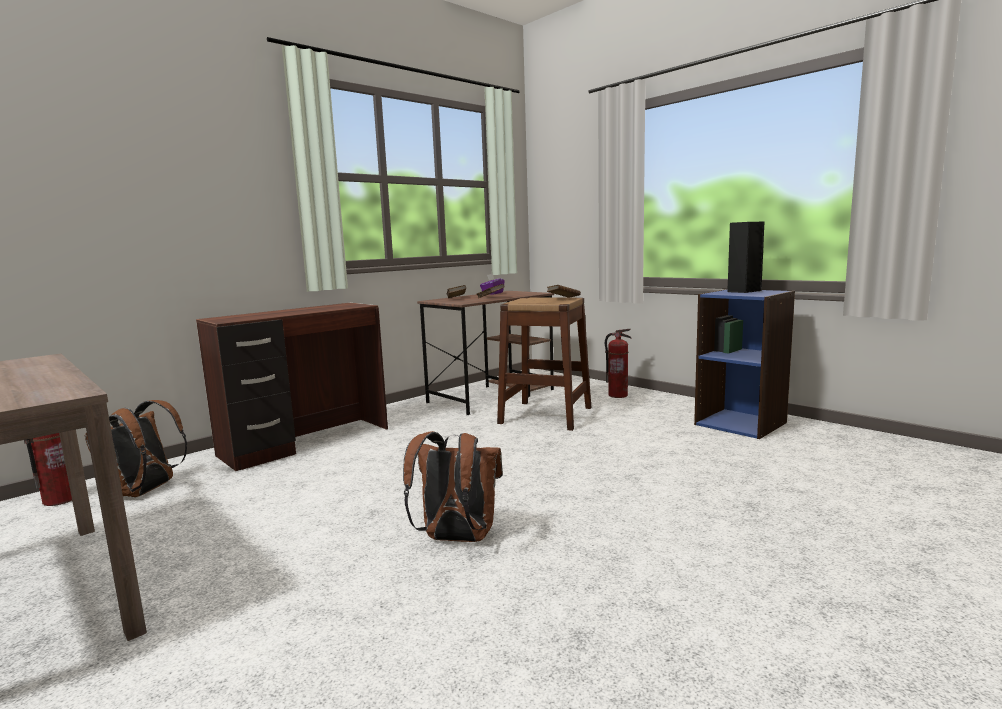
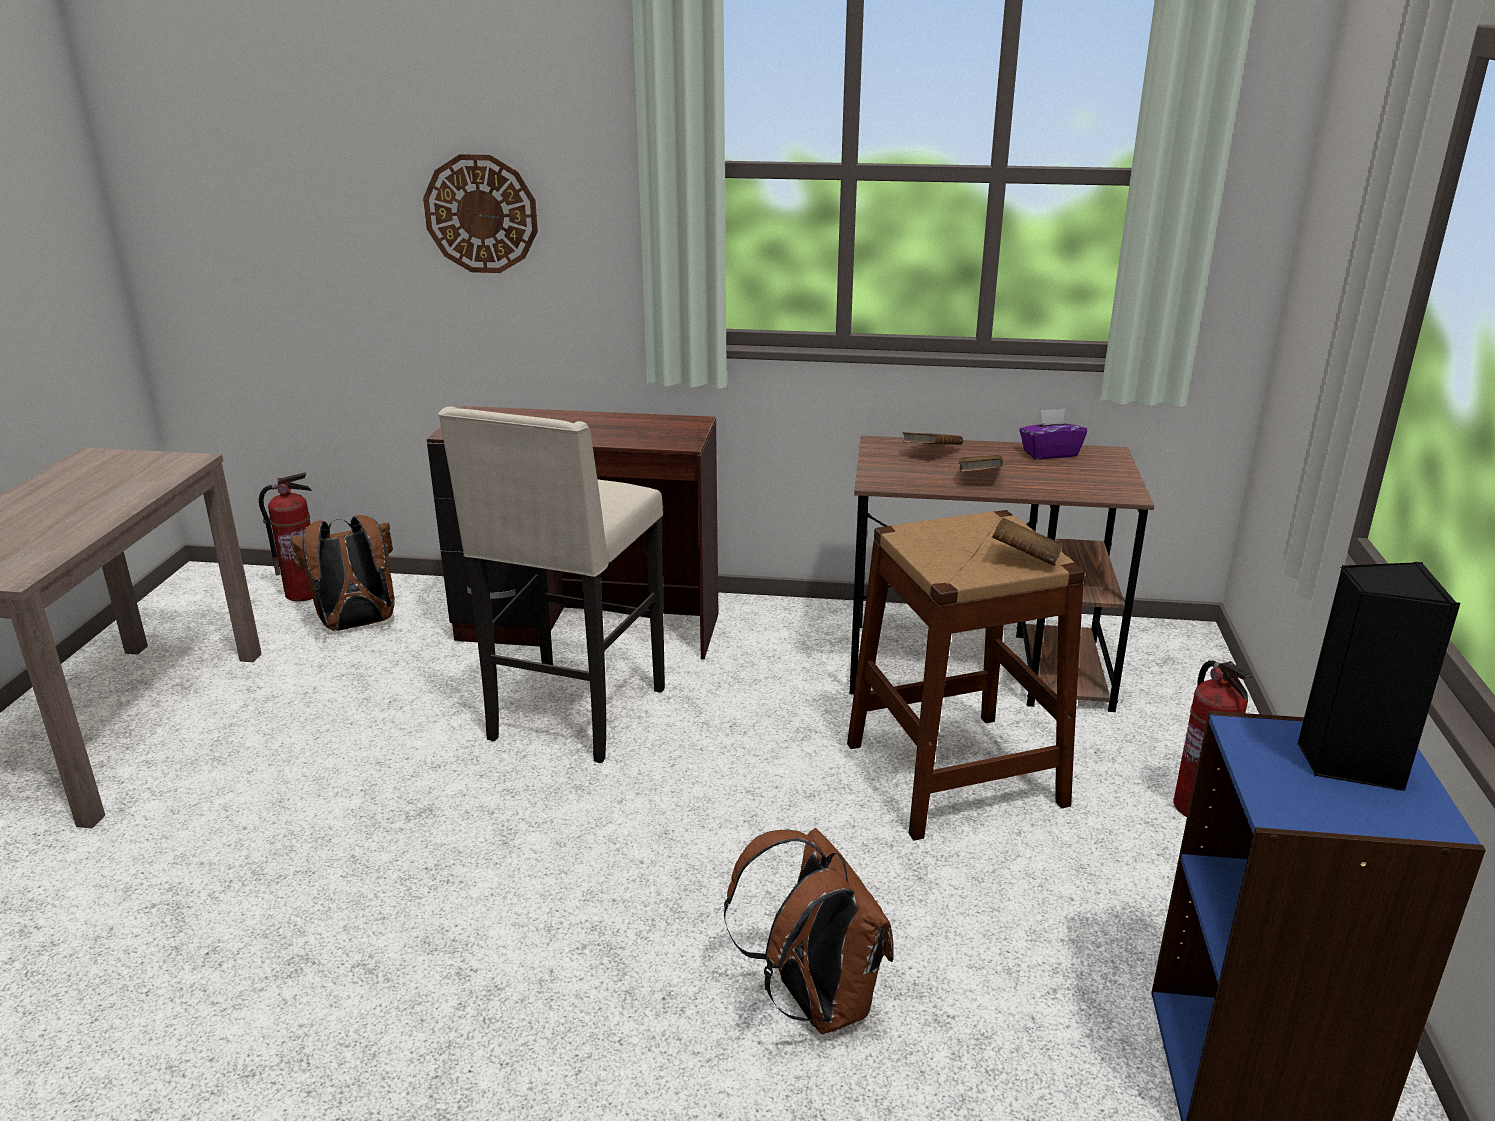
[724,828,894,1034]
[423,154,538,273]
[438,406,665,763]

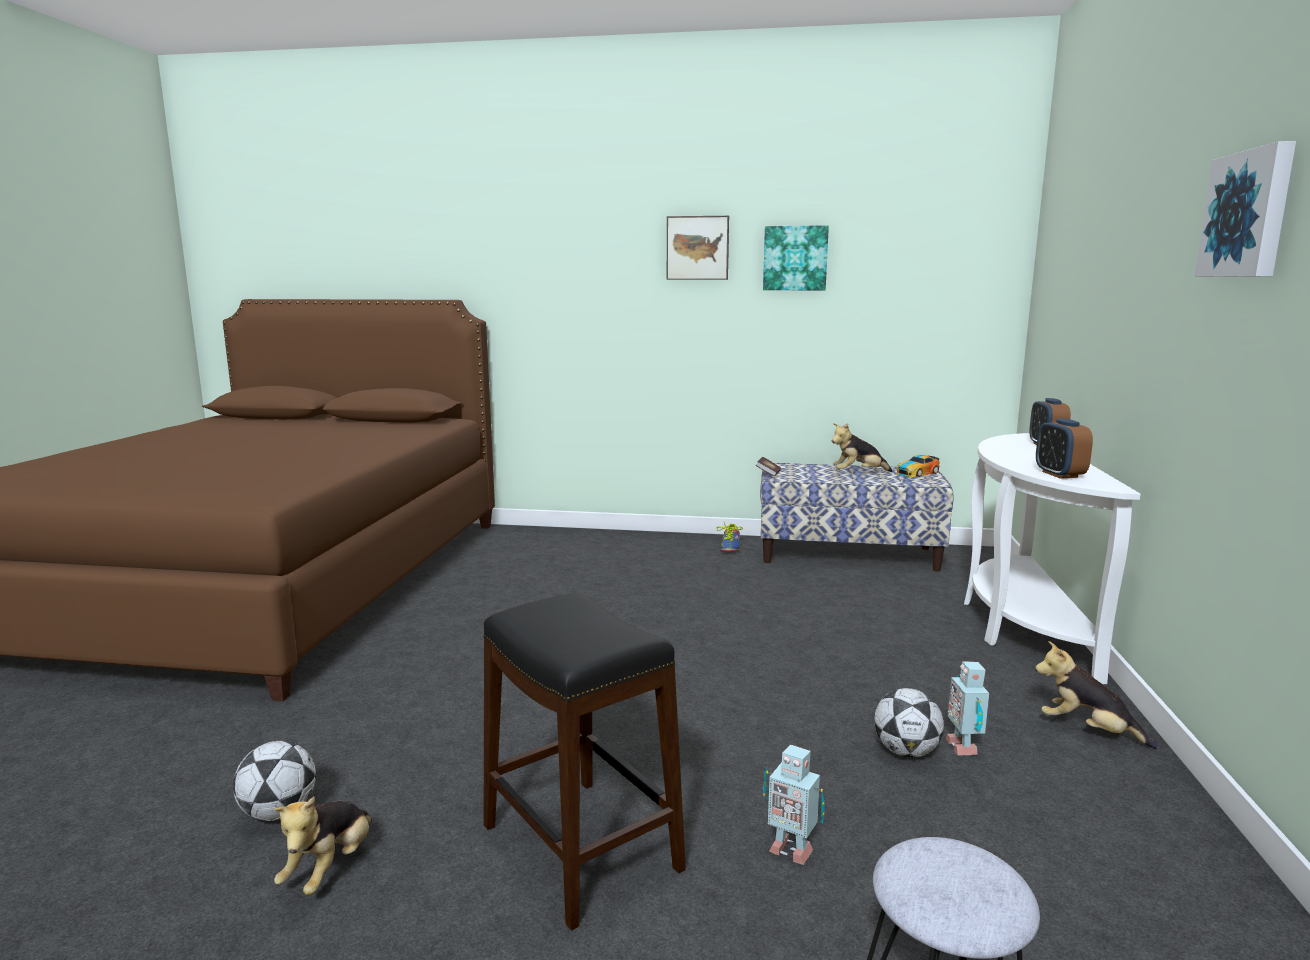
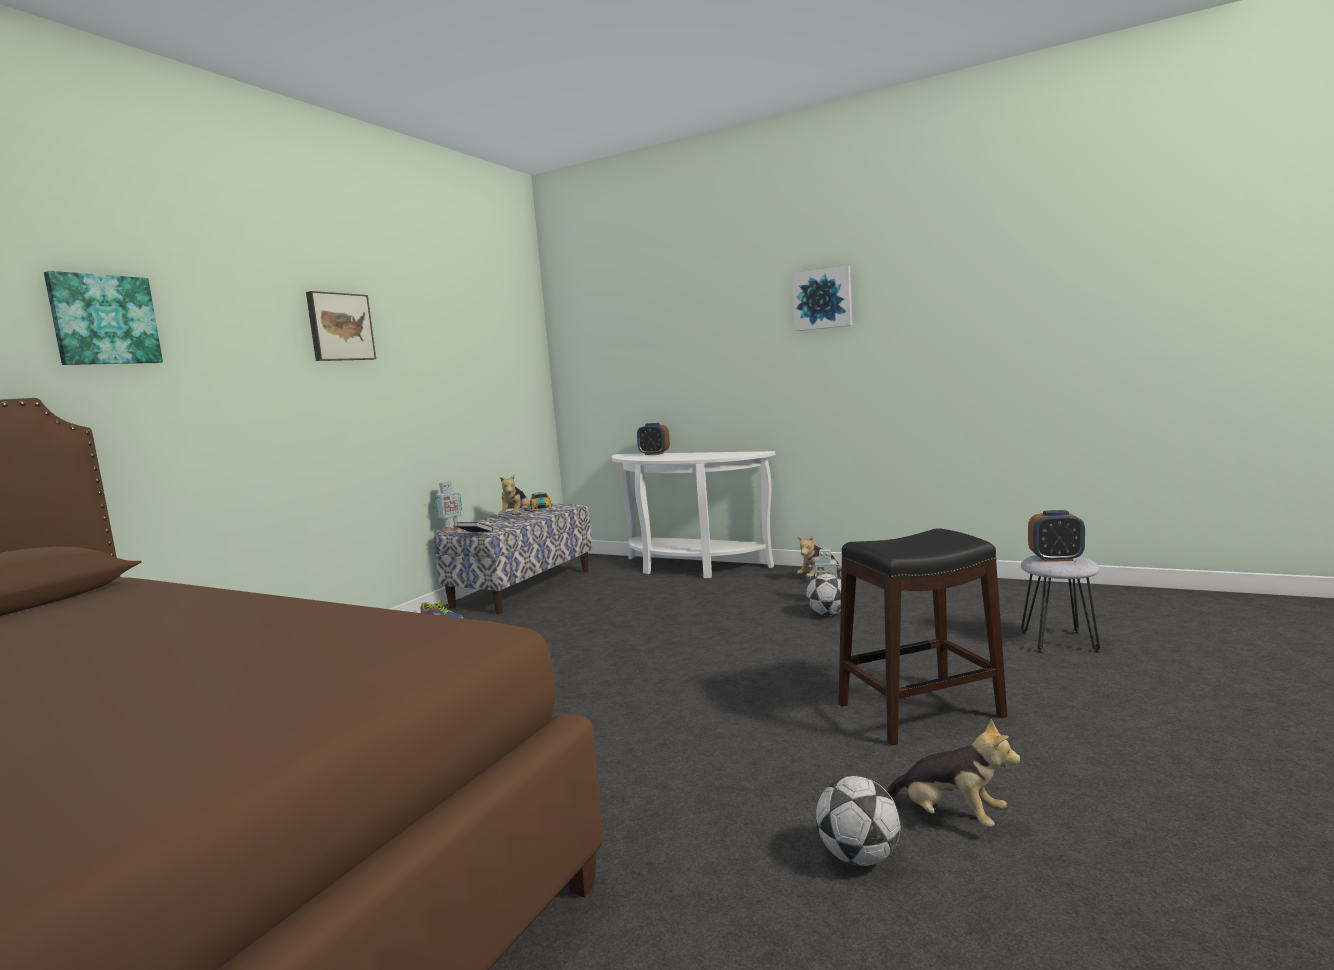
[44,271,163,365]
[1028,510,1085,562]
[433,482,462,532]

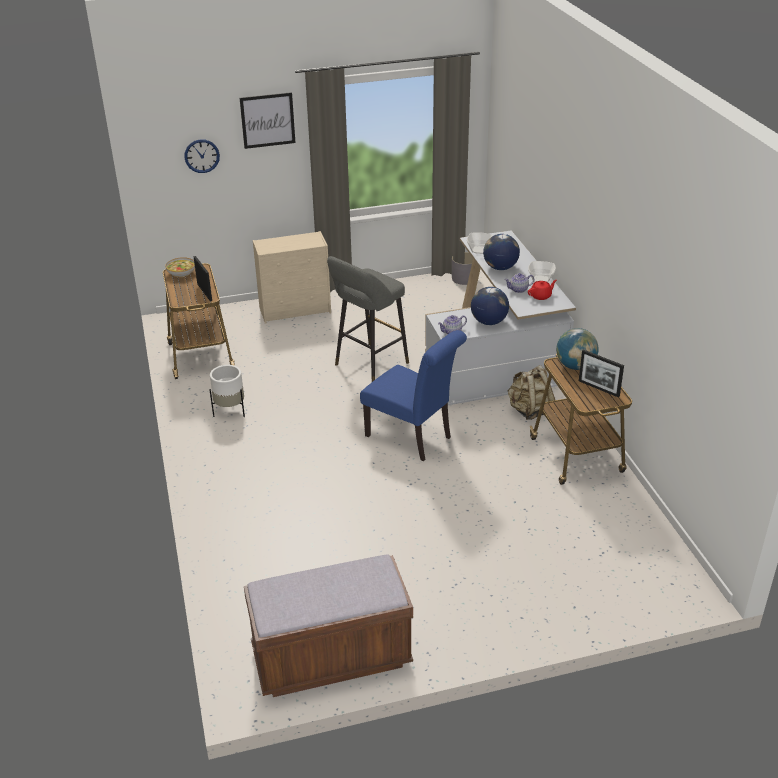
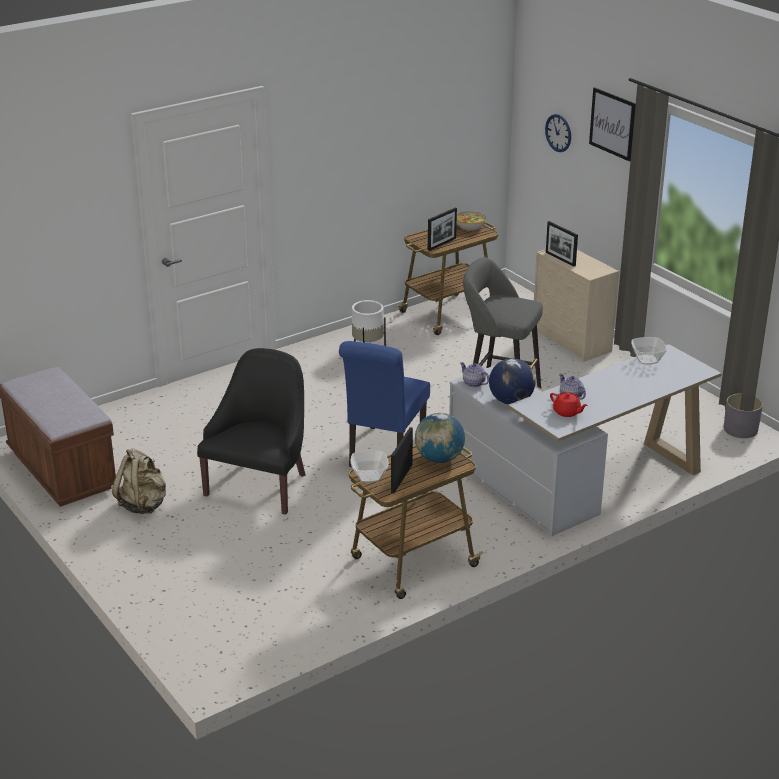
[483,234,520,270] (first image)
[351,450,389,483]
[112,448,166,514]
[546,221,578,266]
[197,348,305,515]

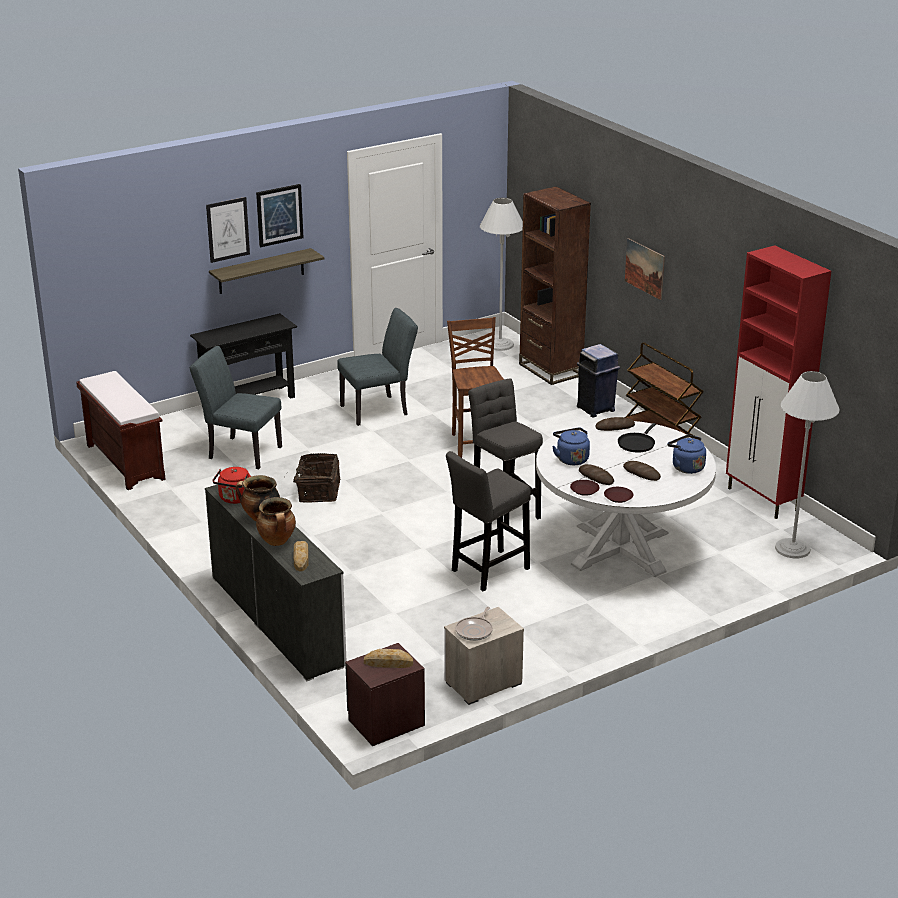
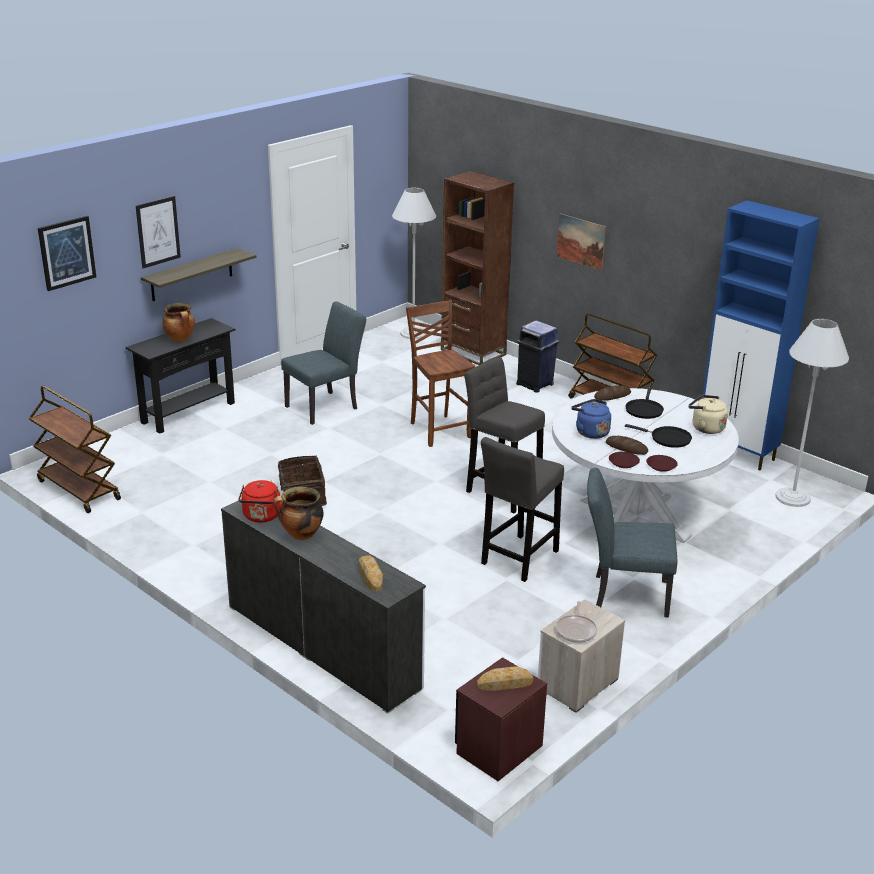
[38,216,96,291]
[702,200,820,470]
[587,468,678,618]
[29,385,121,513]
[688,395,728,434]
[625,424,692,448]
[162,303,195,342]

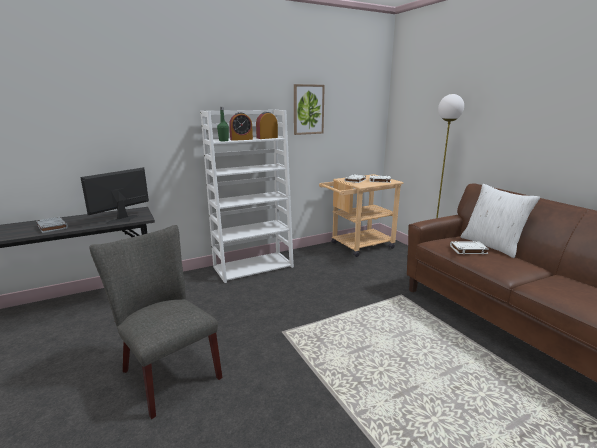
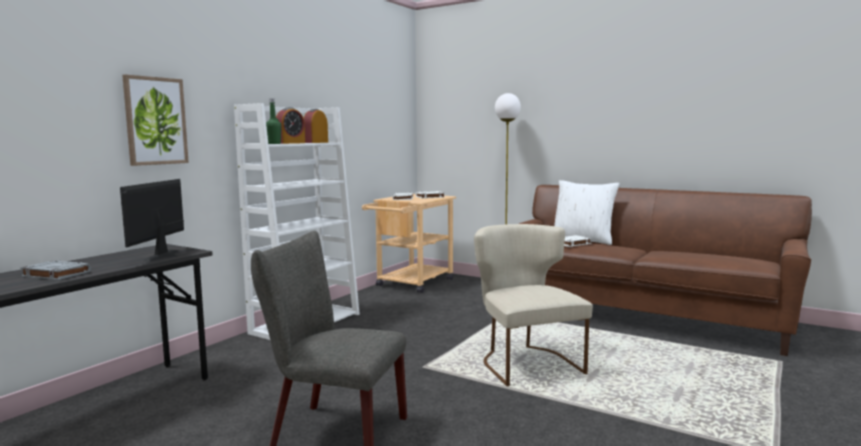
[122,74,189,166]
[474,224,593,386]

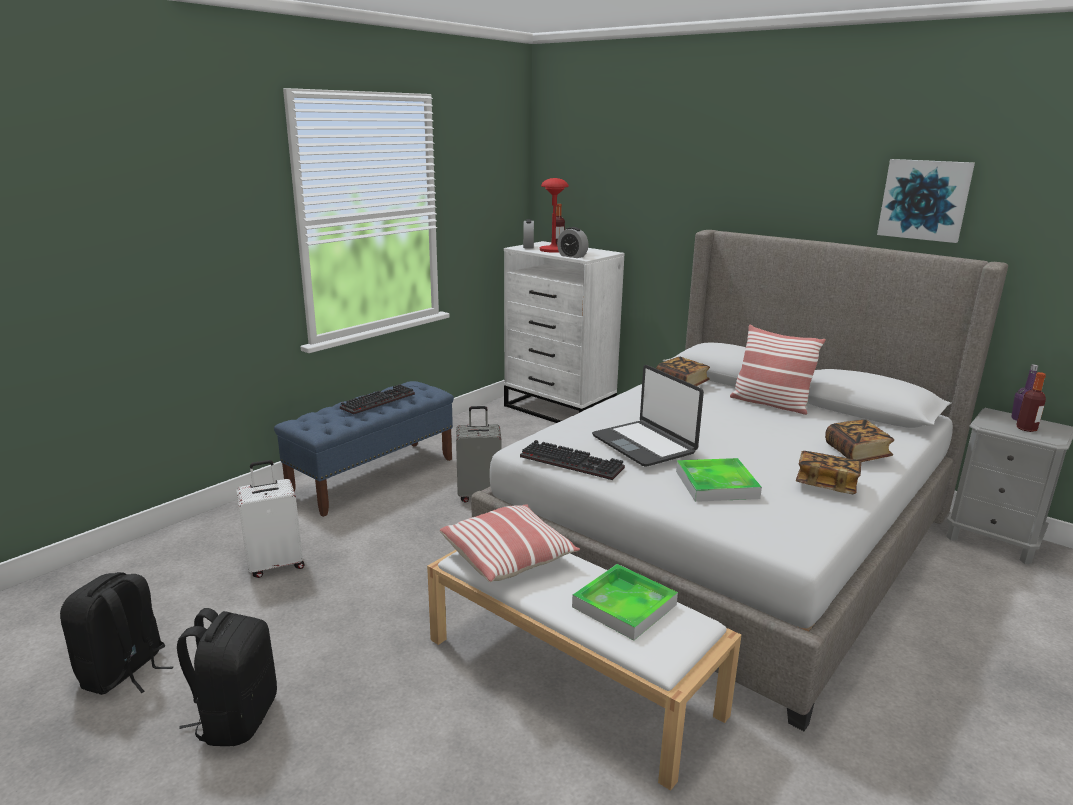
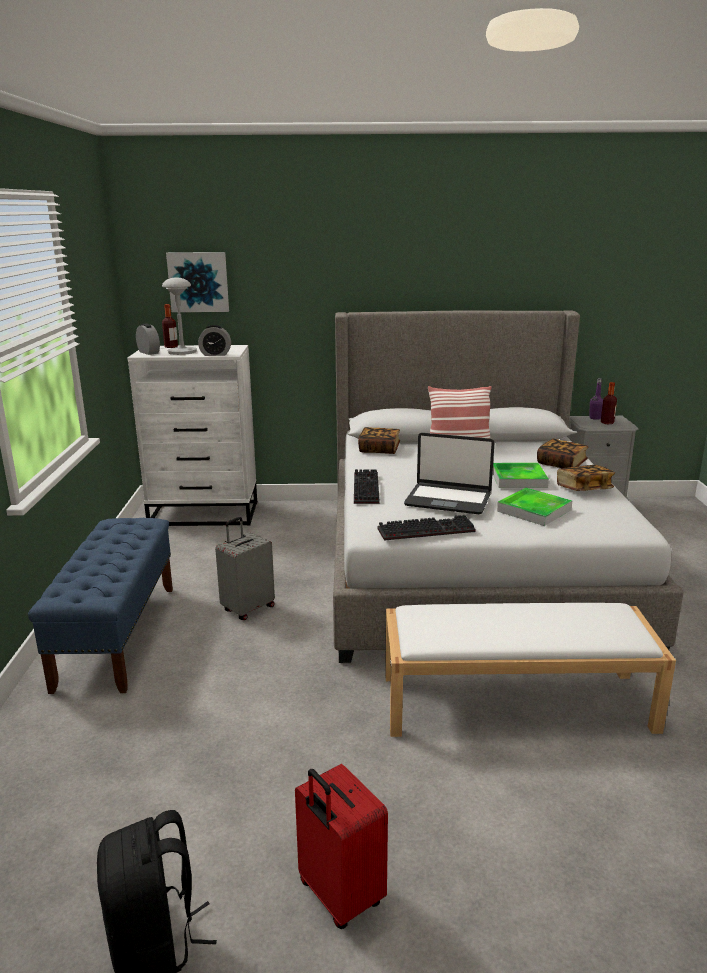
[166,252,229,312]
[162,277,197,355]
[354,469,380,504]
[236,460,305,578] (first image)
[440,504,580,582] (first image)
[492,463,549,488]
[295,764,388,929]

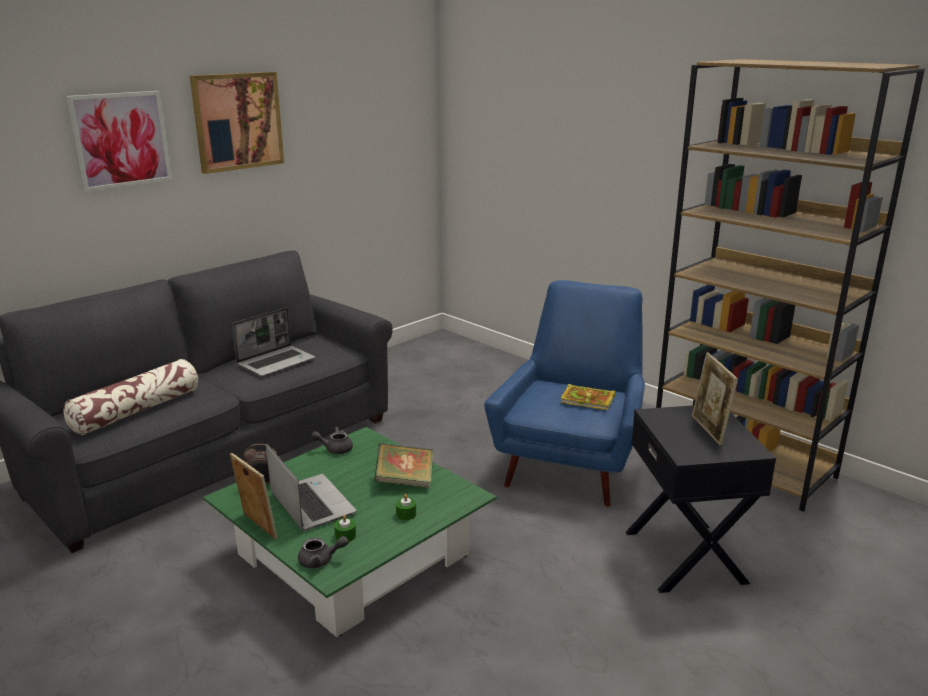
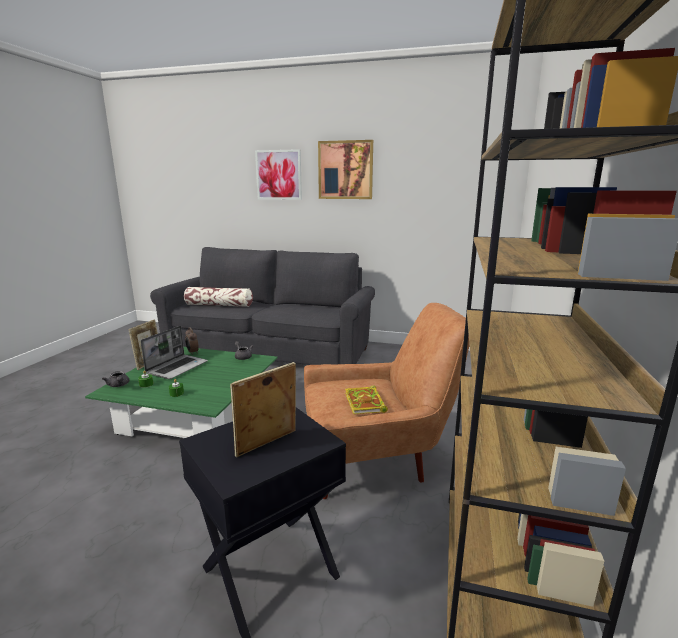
[304,303,469,499]
[232,308,316,376] (first image)
[374,443,433,488] (first image)

